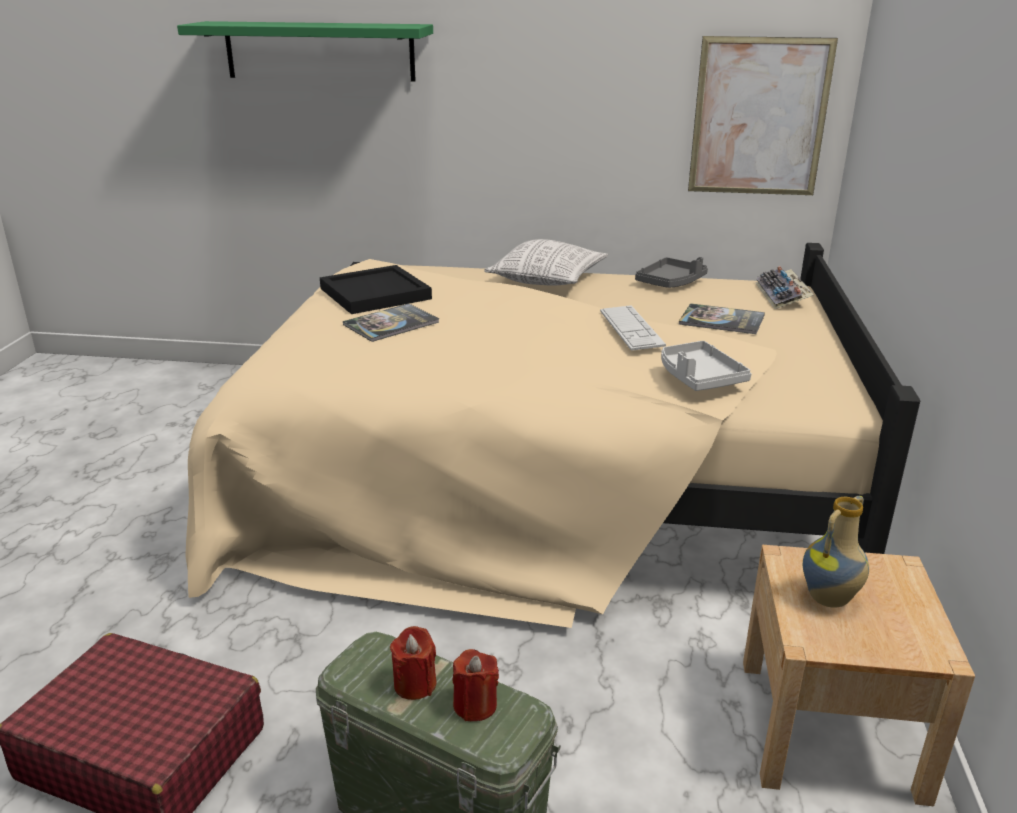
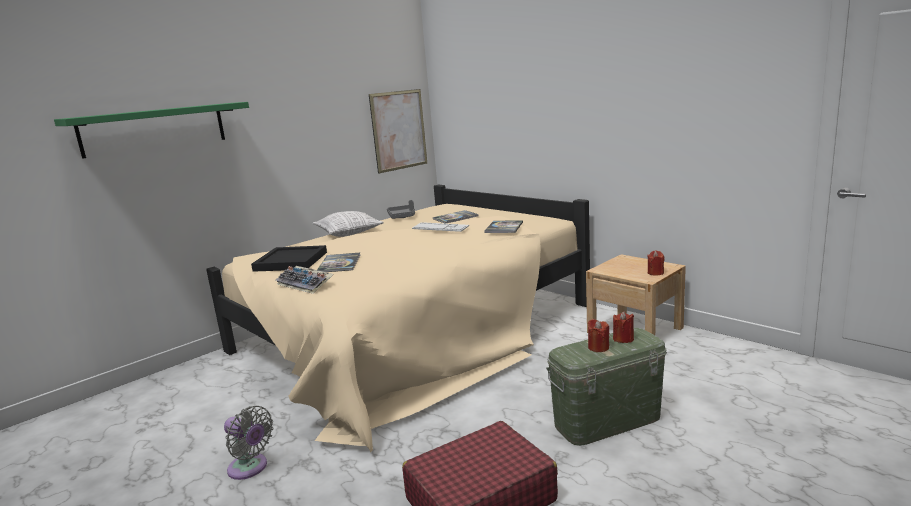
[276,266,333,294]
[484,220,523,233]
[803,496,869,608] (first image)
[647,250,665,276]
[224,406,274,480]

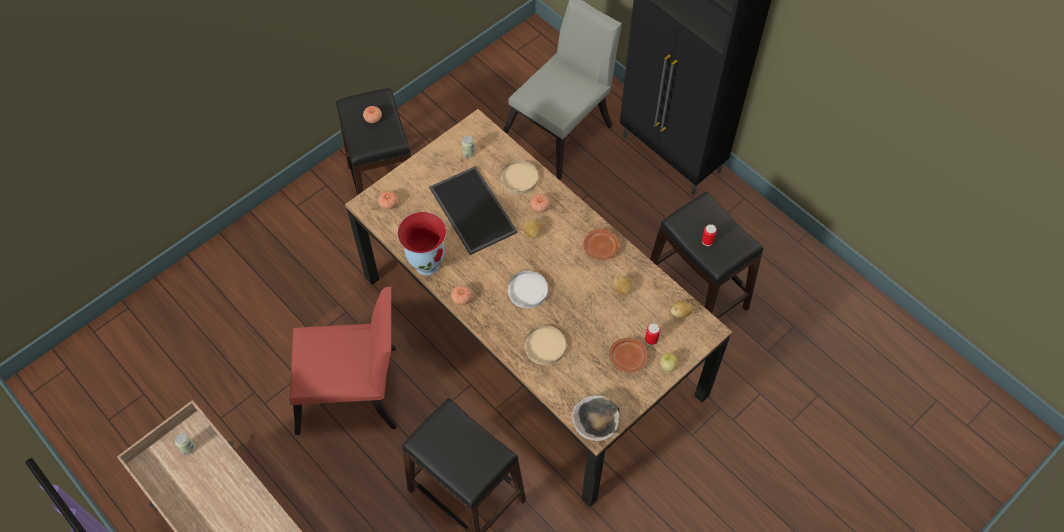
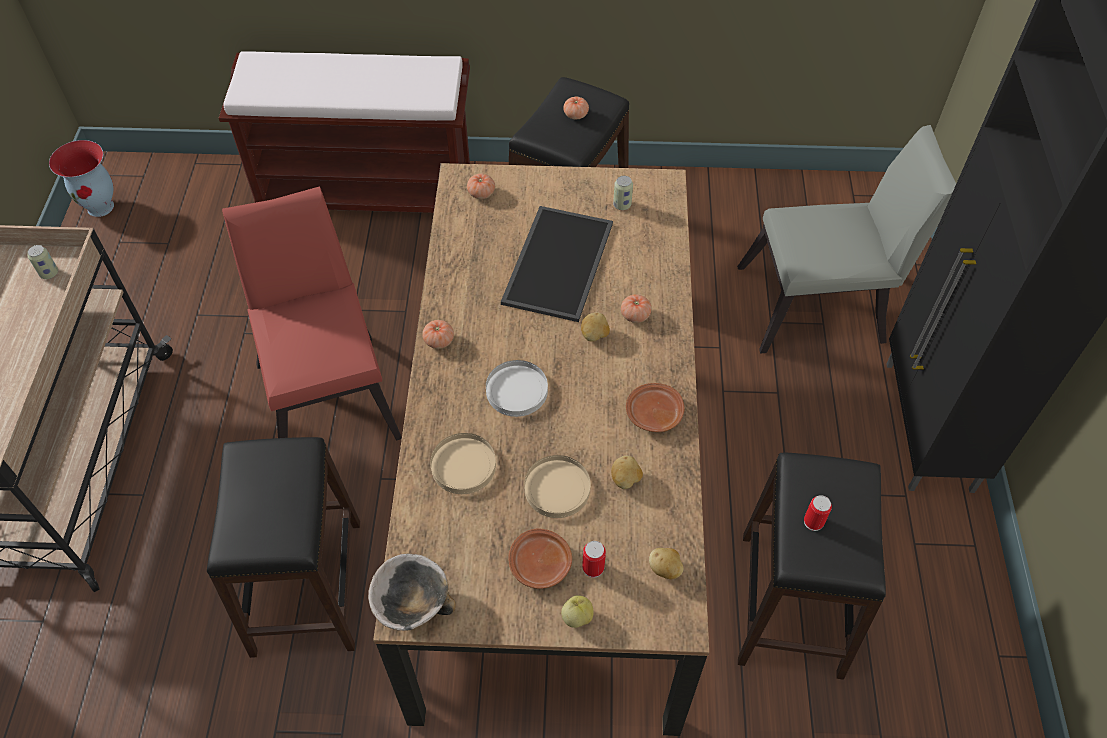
[524,455,590,518]
[49,140,114,217]
[222,186,402,440]
[219,51,470,213]

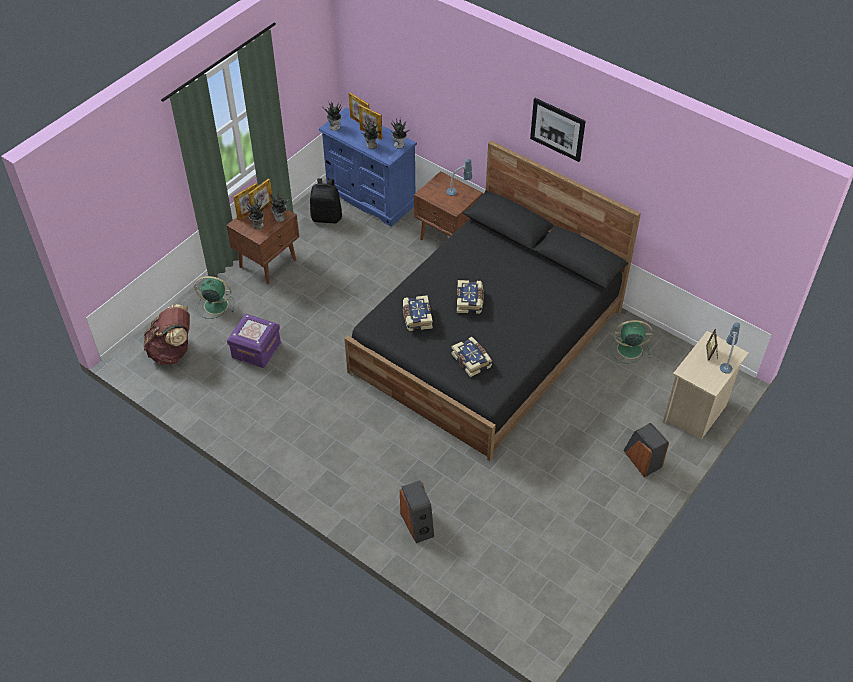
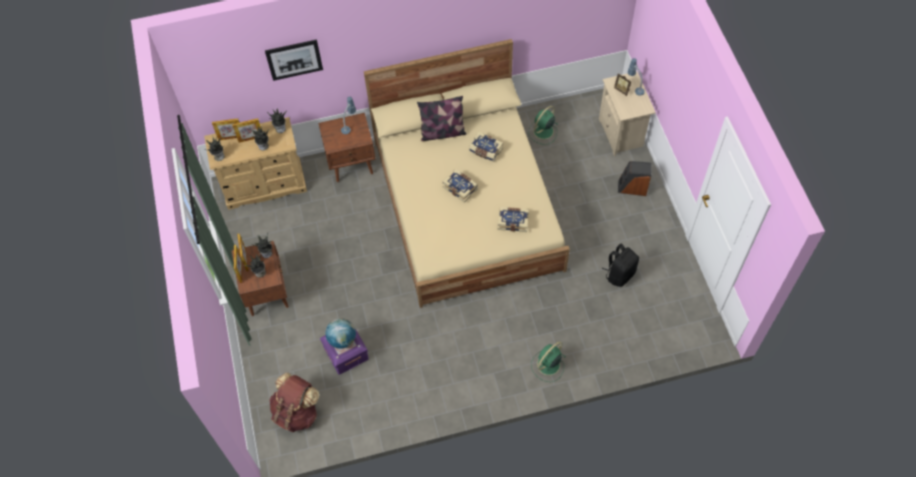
[265,39,323,81]
[204,117,307,210]
[364,39,570,308]
[602,244,639,287]
[531,341,566,382]
[469,132,503,162]
[400,481,434,543] (first image)
[417,96,467,141]
[325,318,356,349]

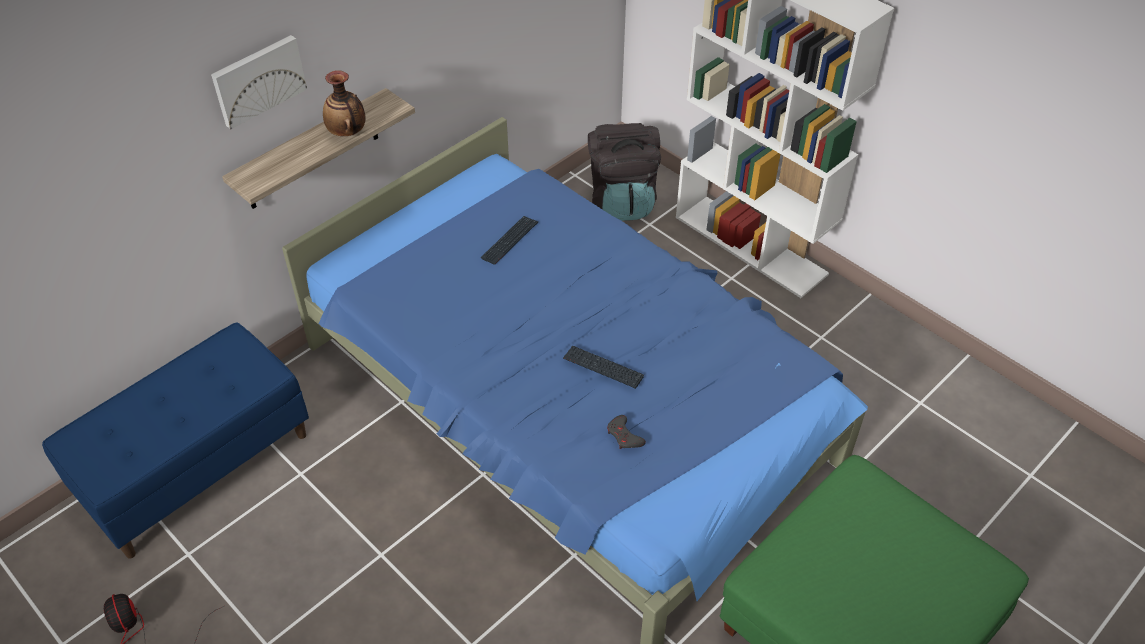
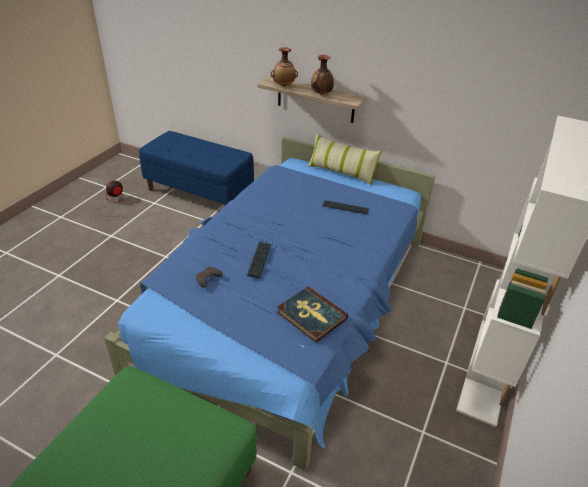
[211,35,307,129] (first image)
[588,123,661,221] (first image)
[271,47,298,87]
[307,133,382,185]
[277,286,348,342]

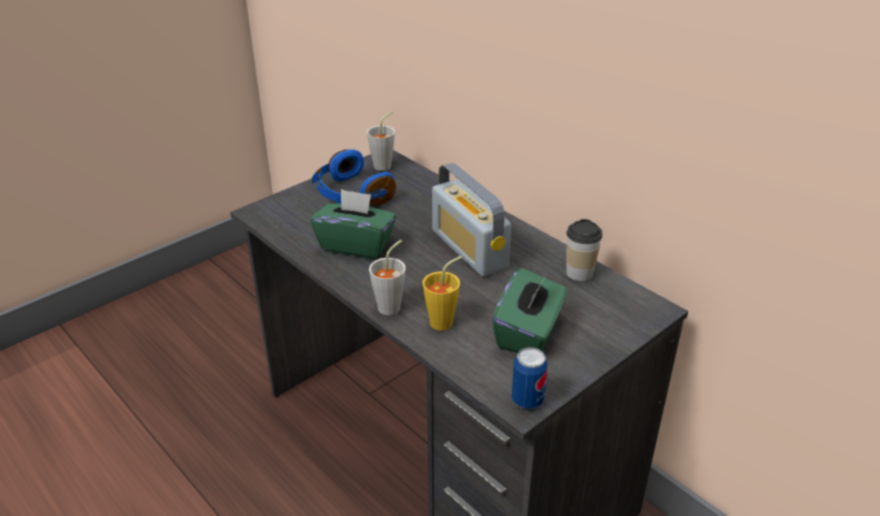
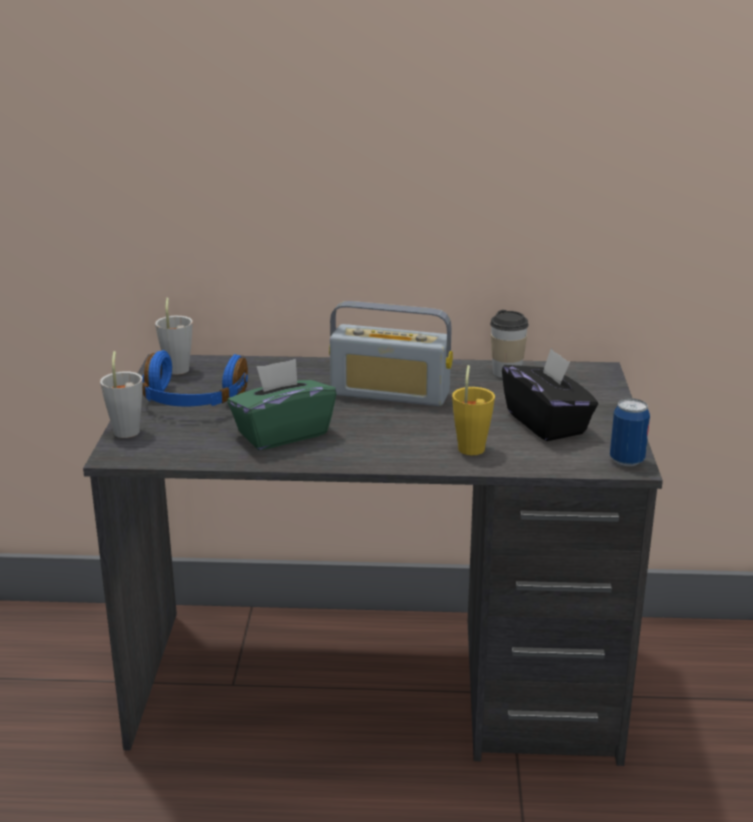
[100,351,143,438]
[502,348,598,441]

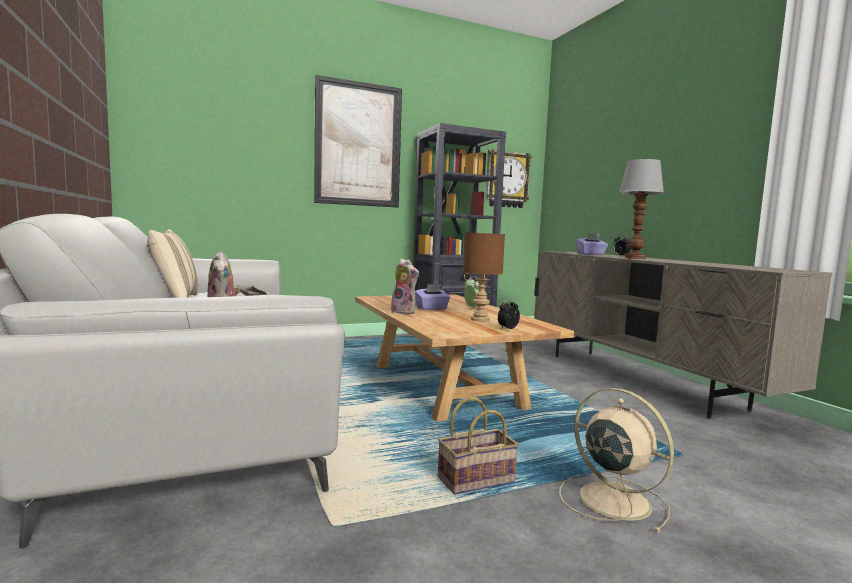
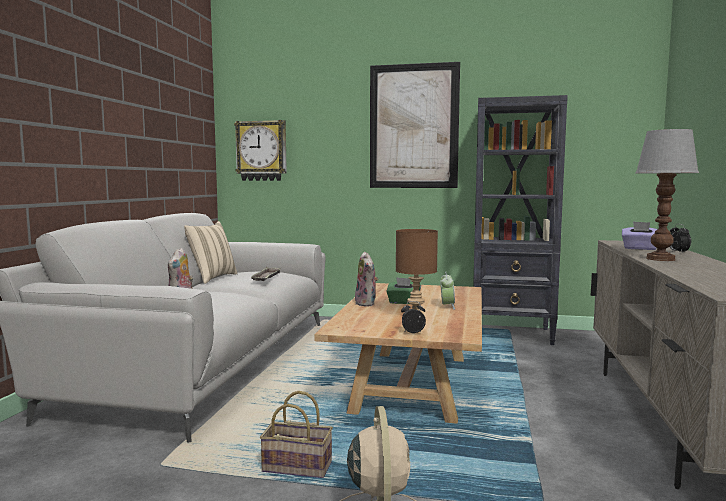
[234,120,287,181]
[386,277,421,304]

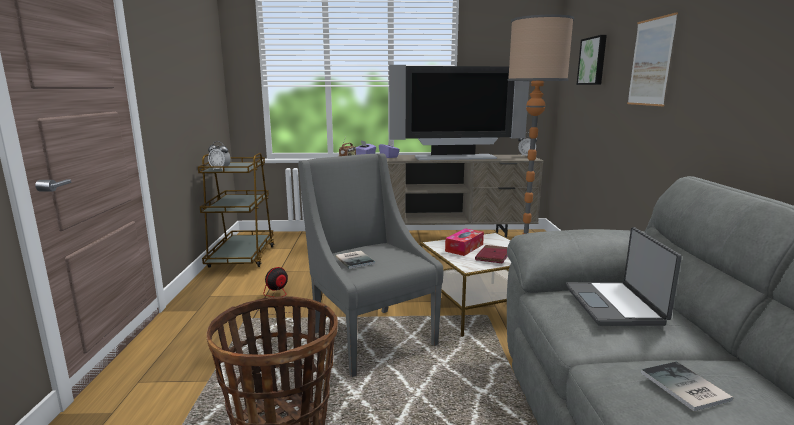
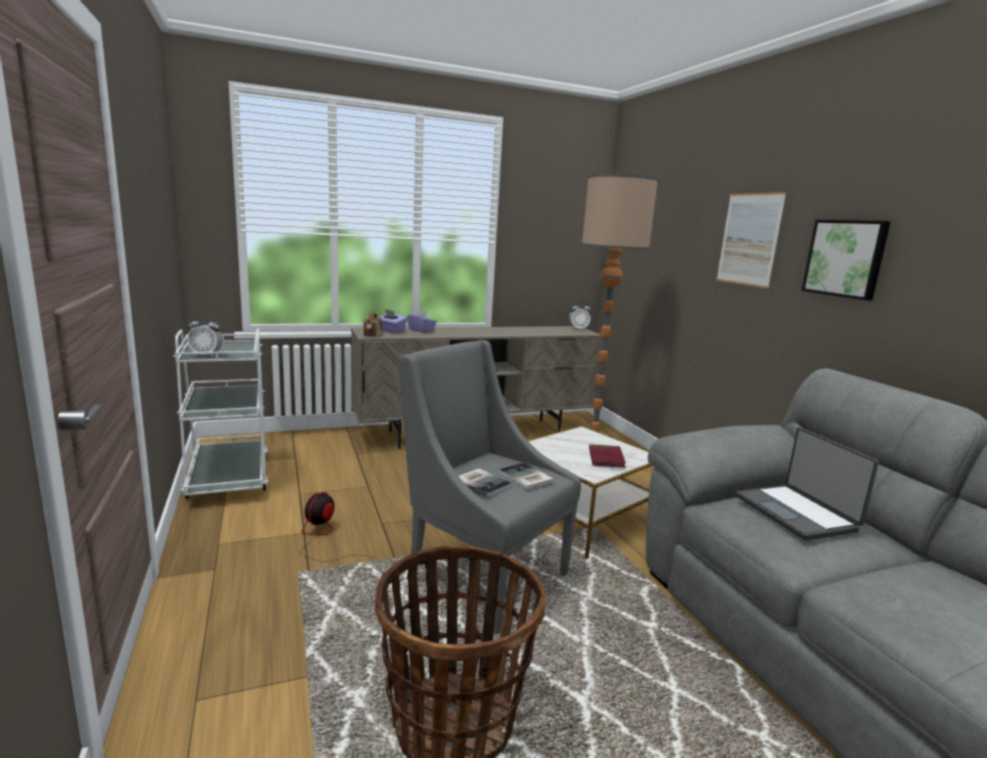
[802,220,891,301]
[389,65,529,160] (first image)
[173,329,268,498]
[445,228,484,256] (first image)
[499,463,554,489]

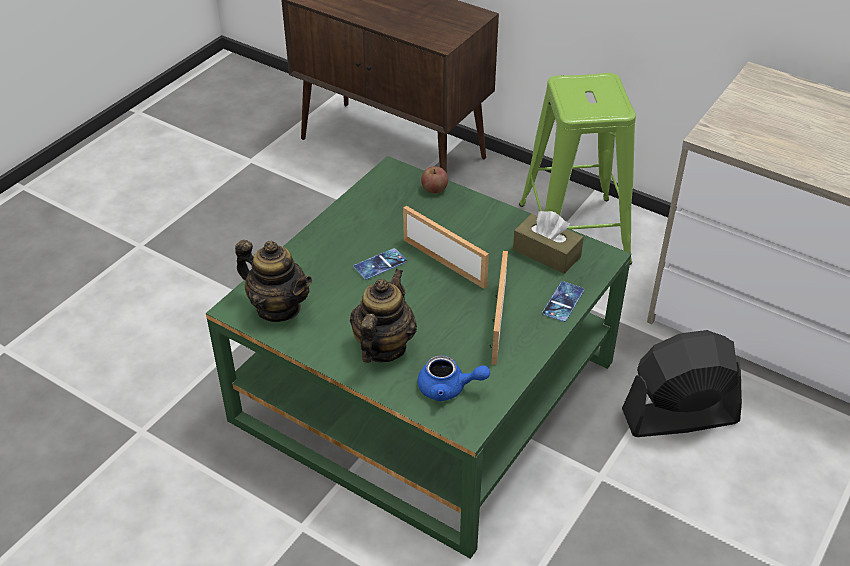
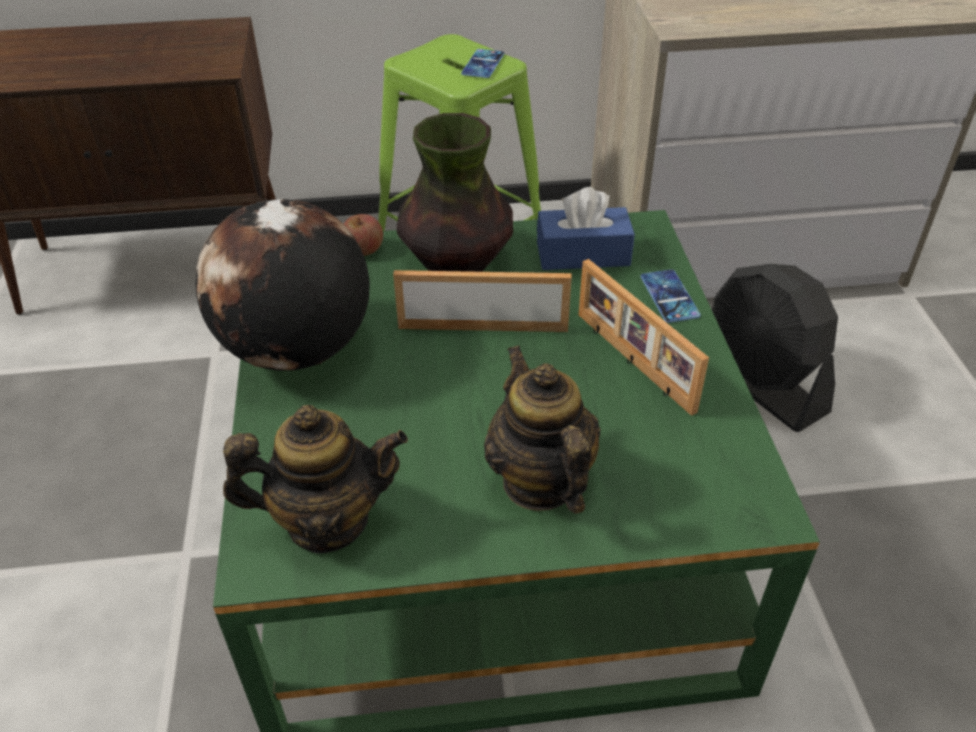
[537,187,635,270]
[461,49,504,78]
[712,264,838,432]
[417,355,490,401] (first image)
[397,113,513,272]
[195,199,370,371]

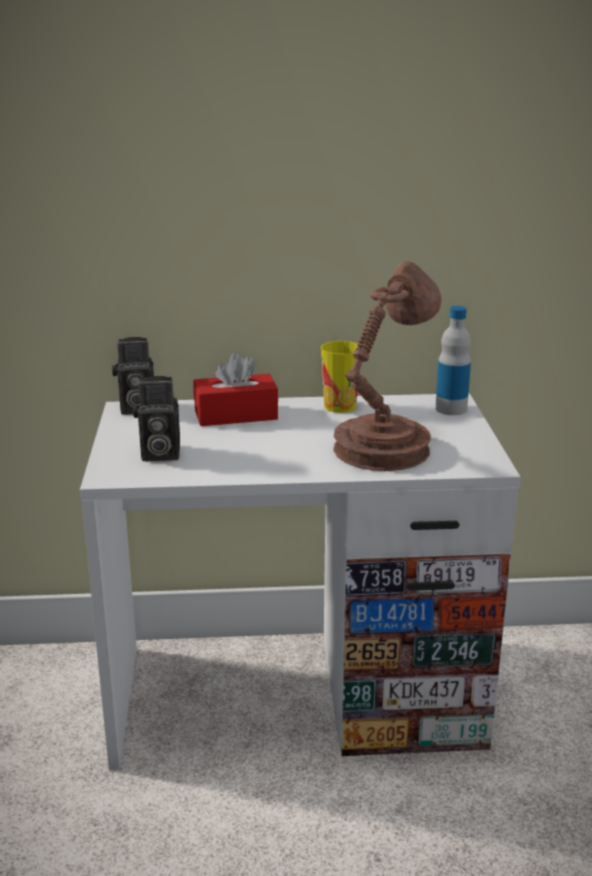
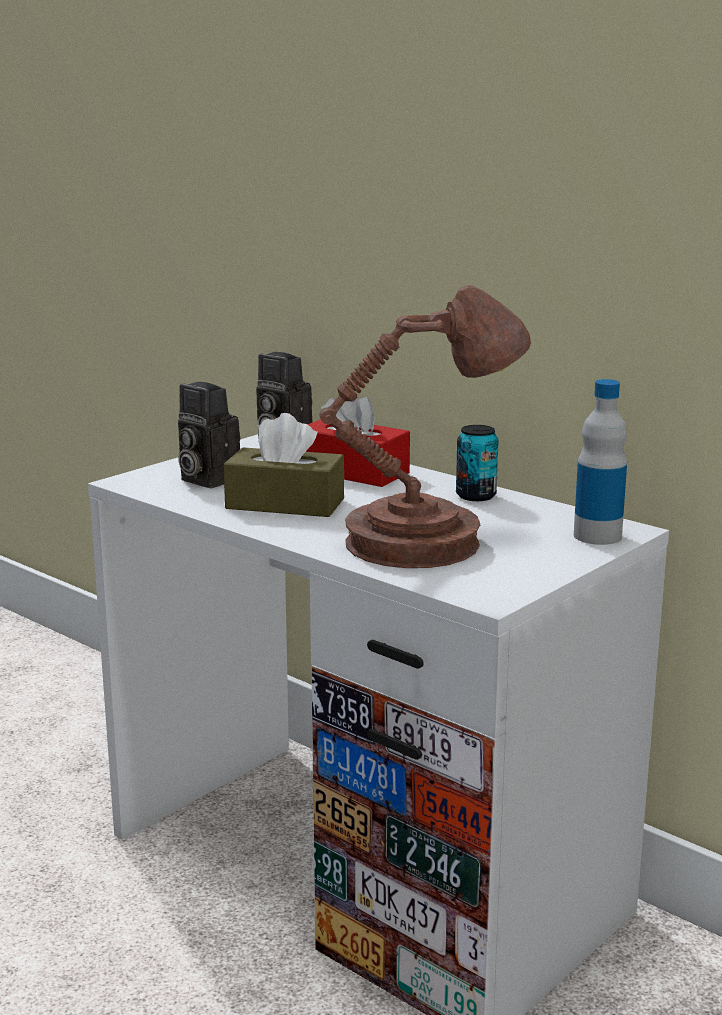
[456,425,499,501]
[224,413,344,517]

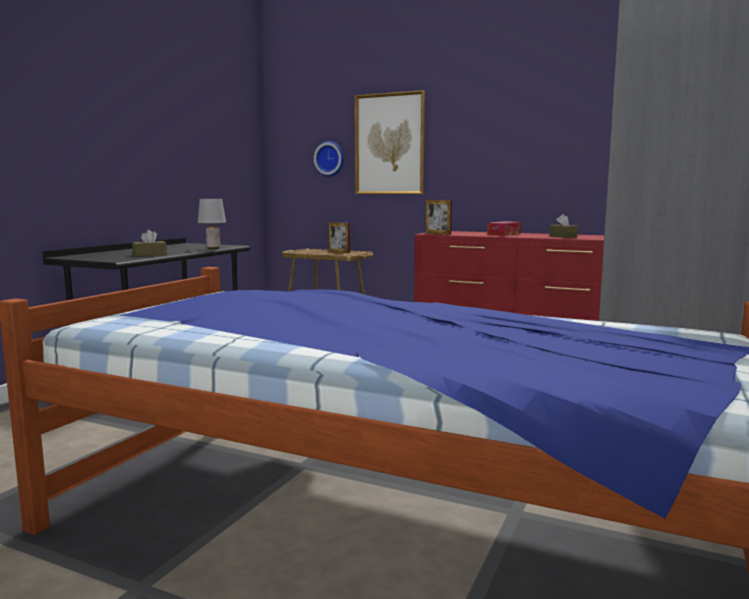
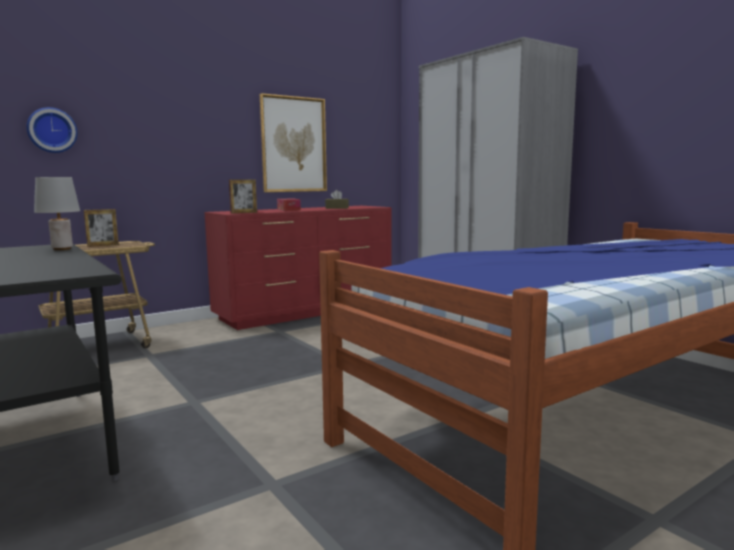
[260,93,327,192]
[132,230,167,257] (first image)

